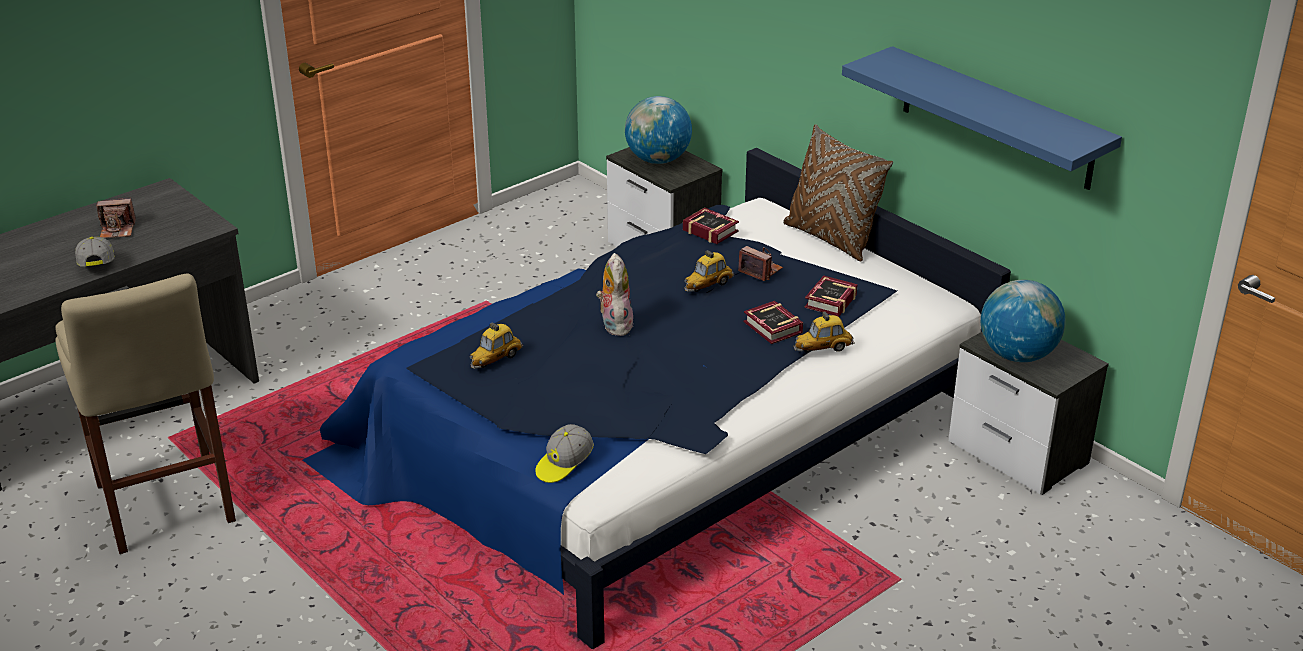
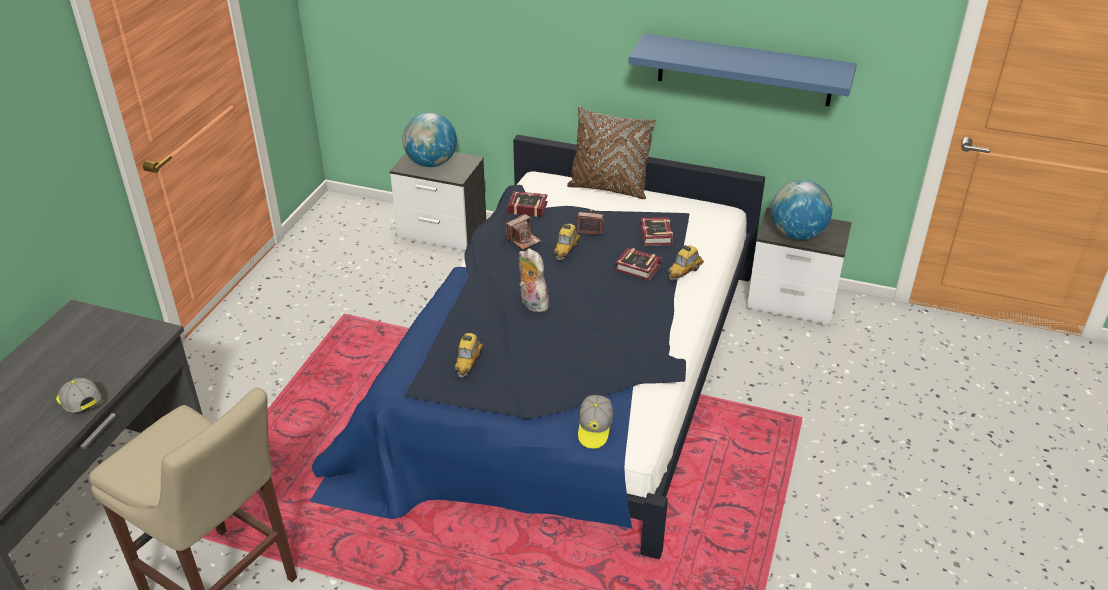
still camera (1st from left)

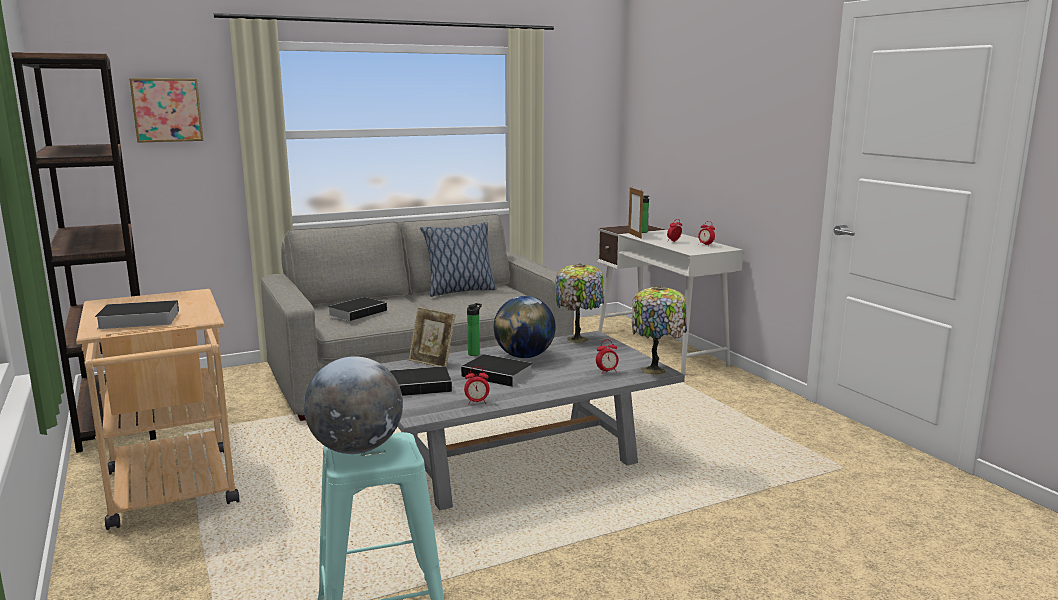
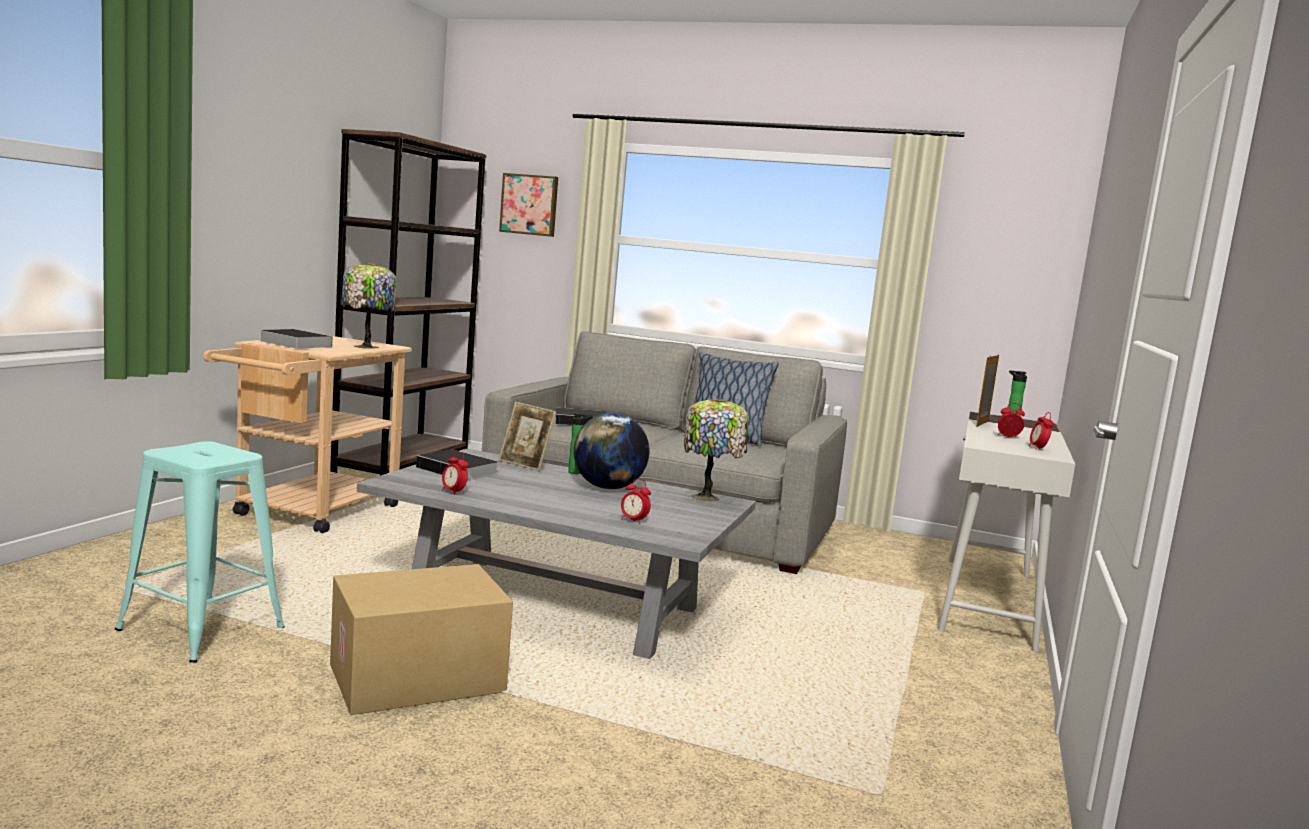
globe (1st from left in the first image); photo frame (1st from left); book (4th from left in the first image); table lamp (1st from left); carton

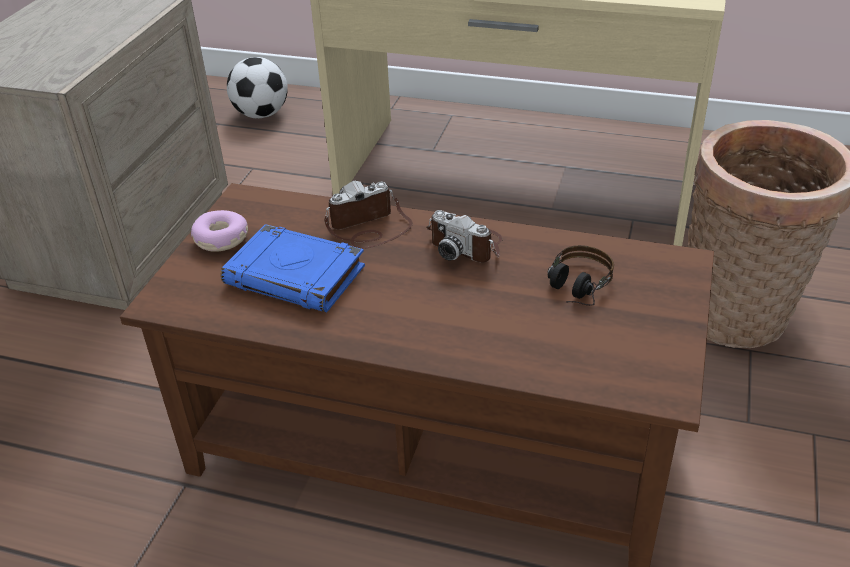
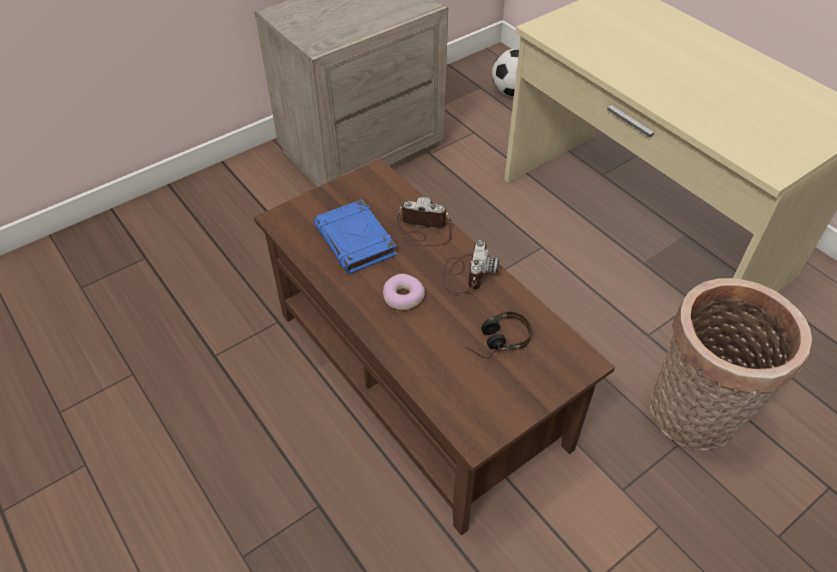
donut; still camera (2nd from left)

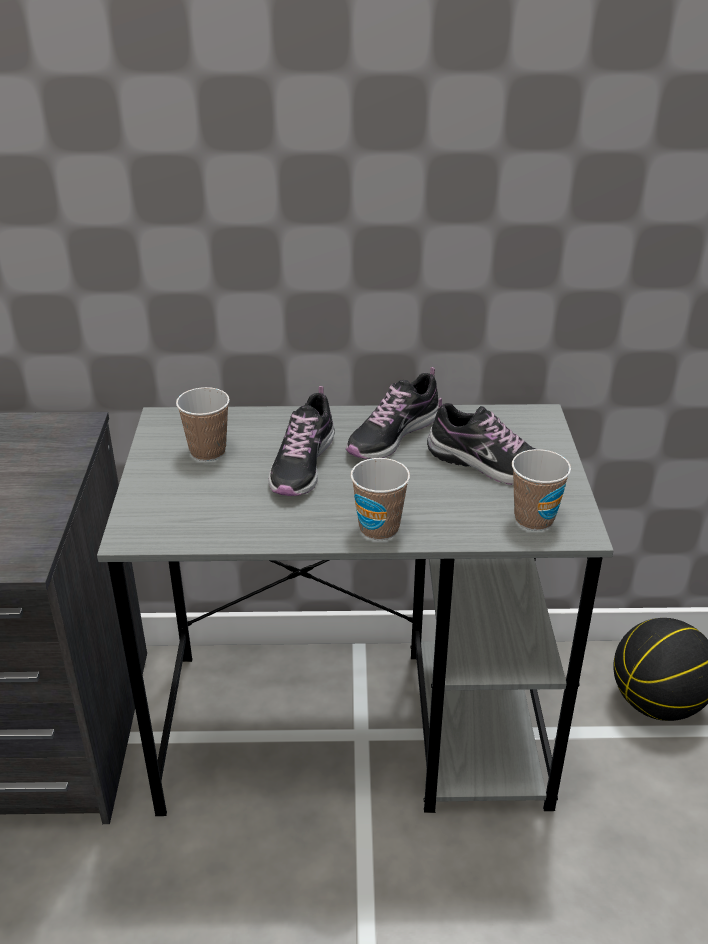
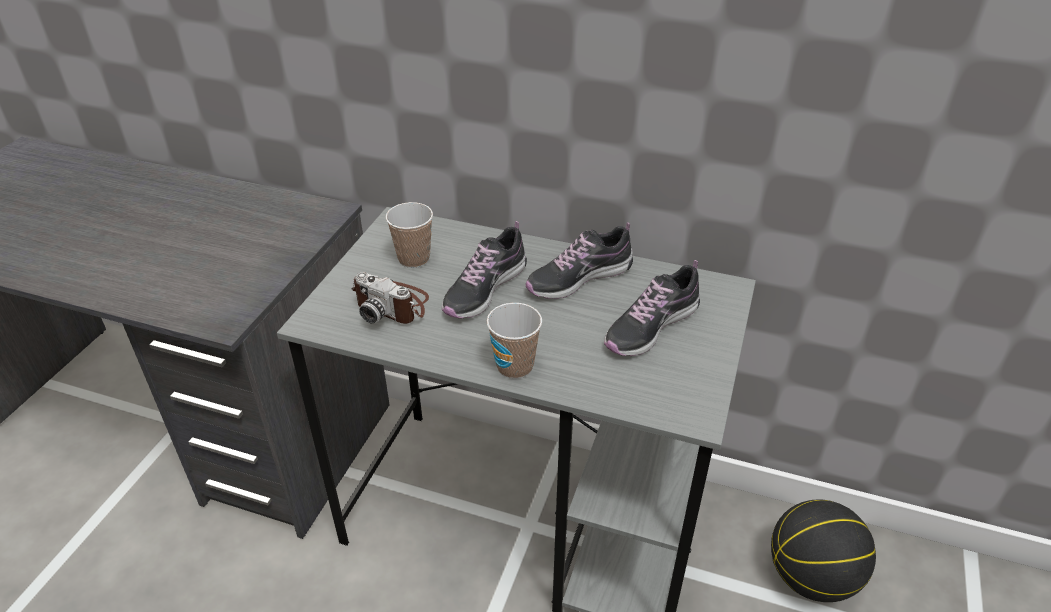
shoe (3rd from left); drinking cup (3rd from left in the first image); still camera

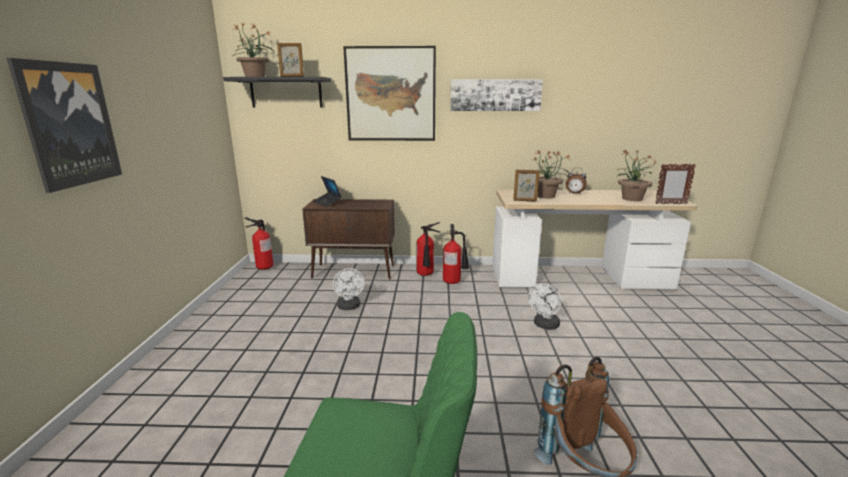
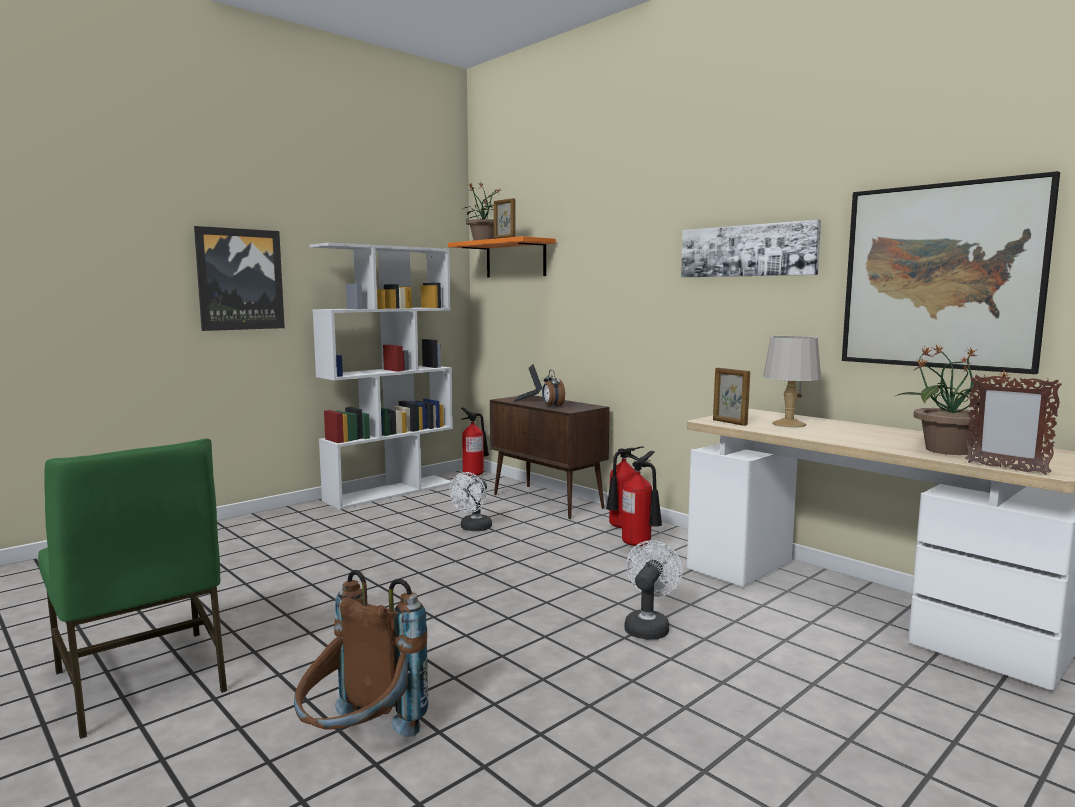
orangey wall shelf; wall art (3rd from left); whitish cooling fan (2nd from left); greyish table lamp; bedside clock; whitish bookshelf

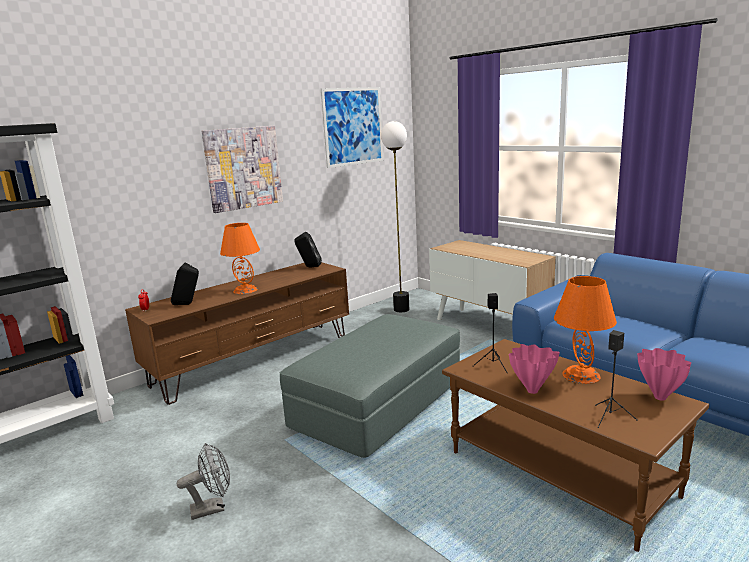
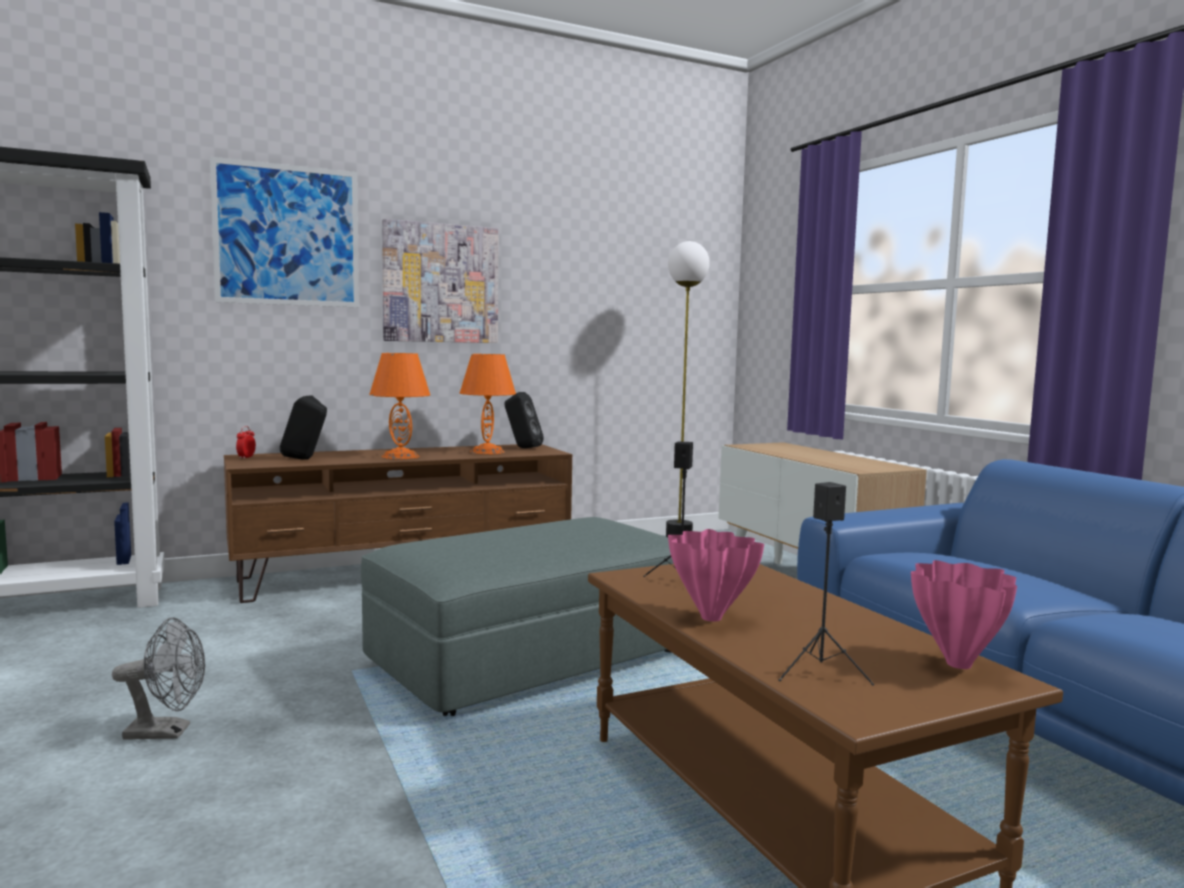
wall art (1st from left); orangey table lamp (2nd from left)

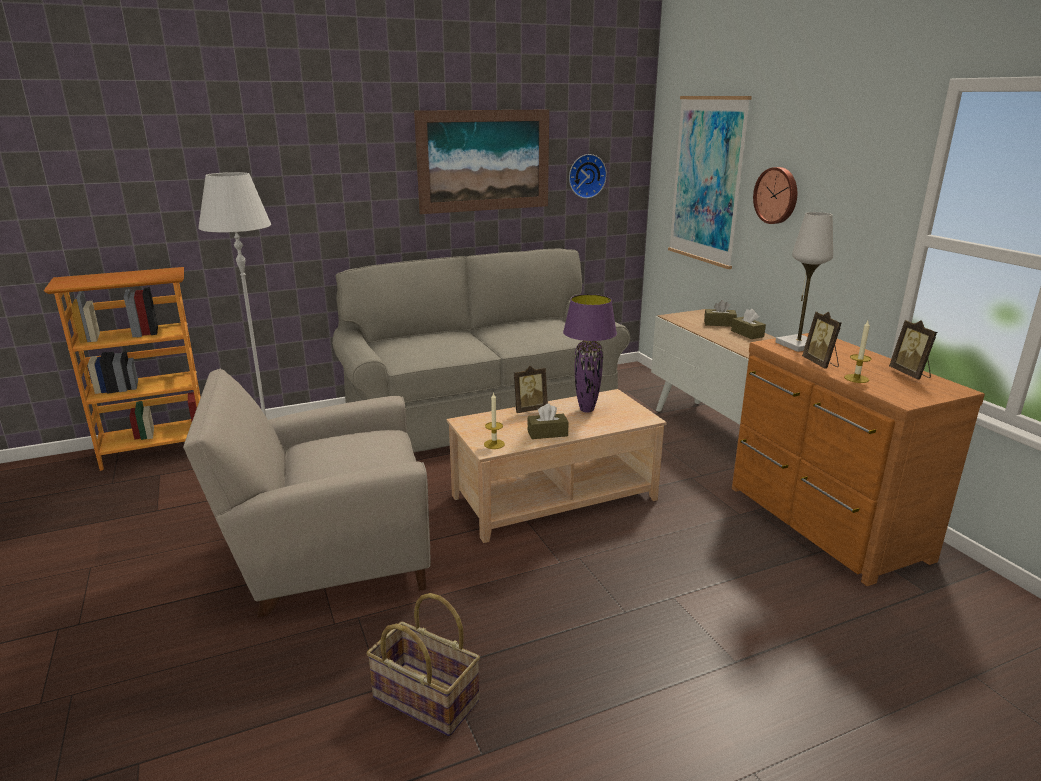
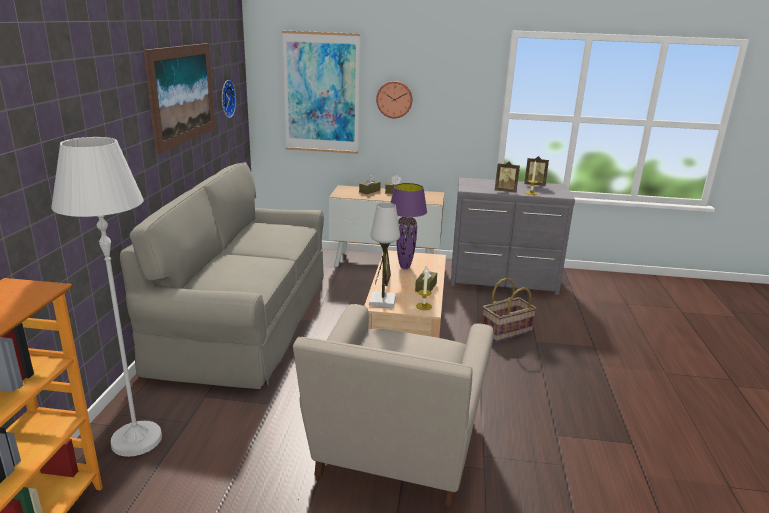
storage basket; greyish drawer chest; whitish table lamp

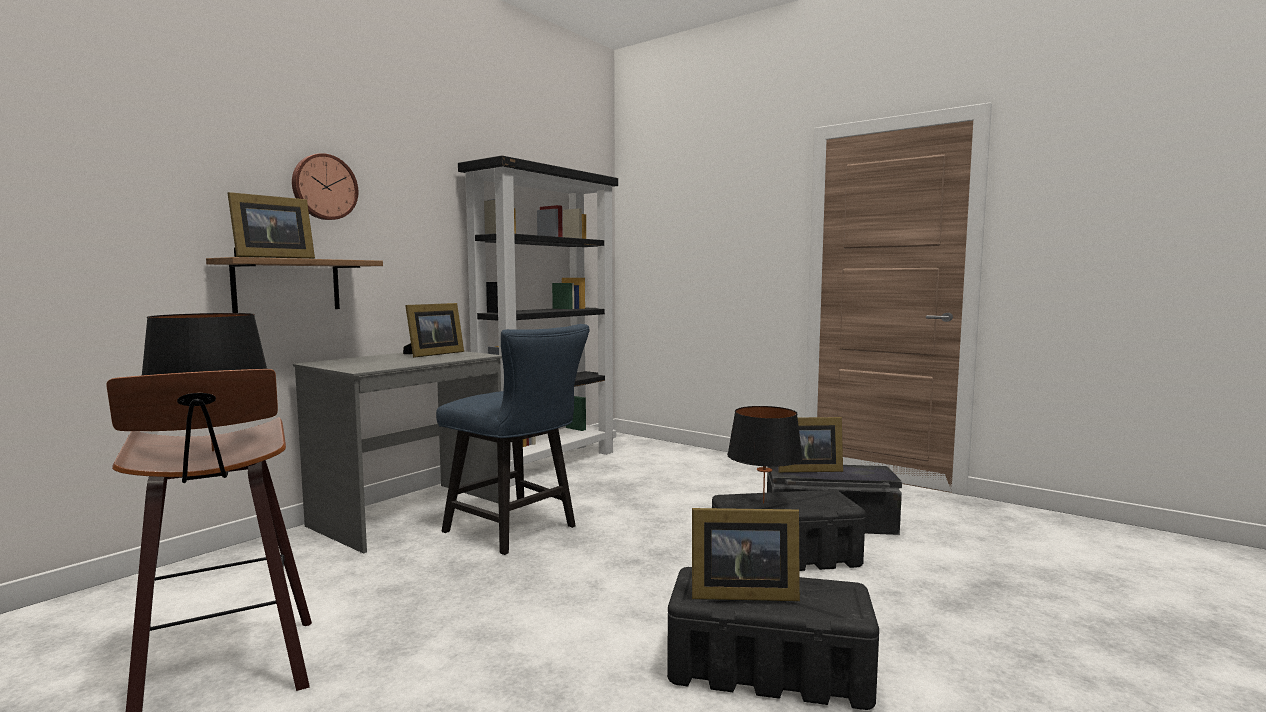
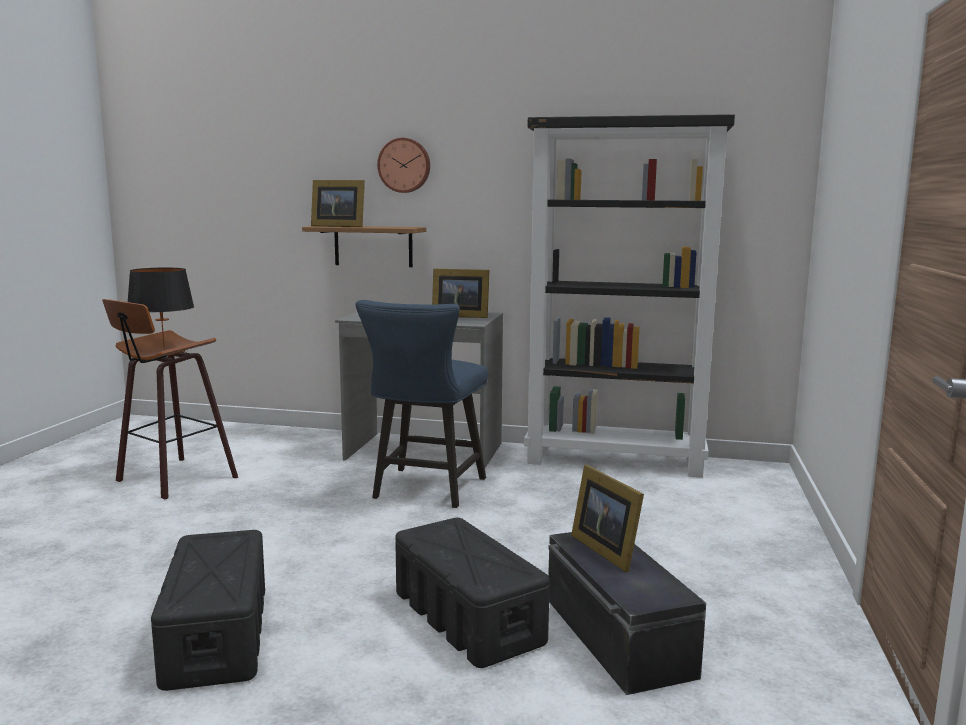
photo frame (3rd from left in the first image); black-coloured table lamp (2nd from left in the first image)

